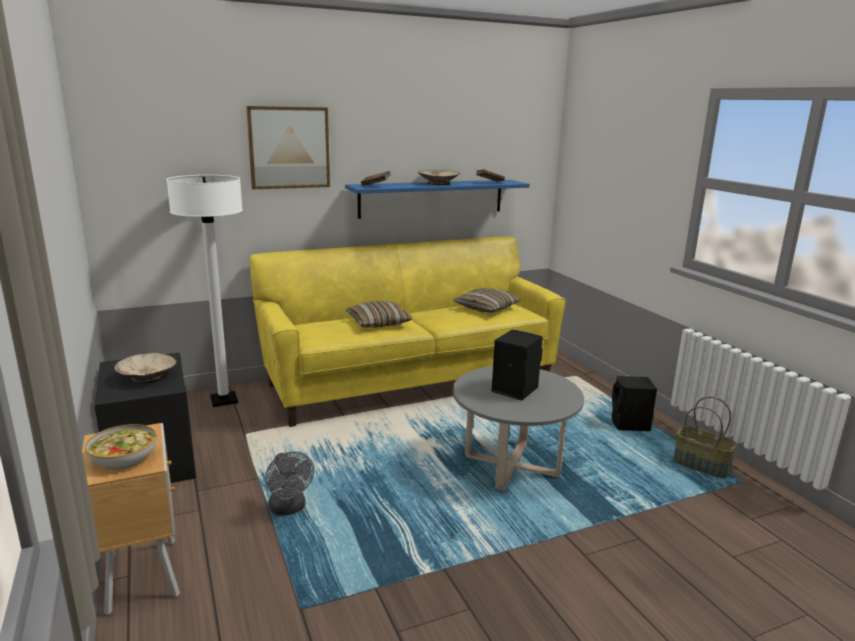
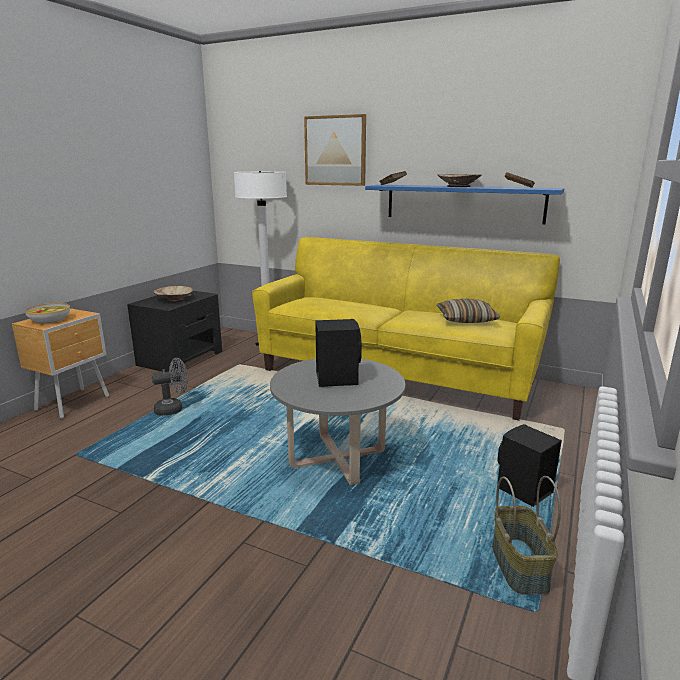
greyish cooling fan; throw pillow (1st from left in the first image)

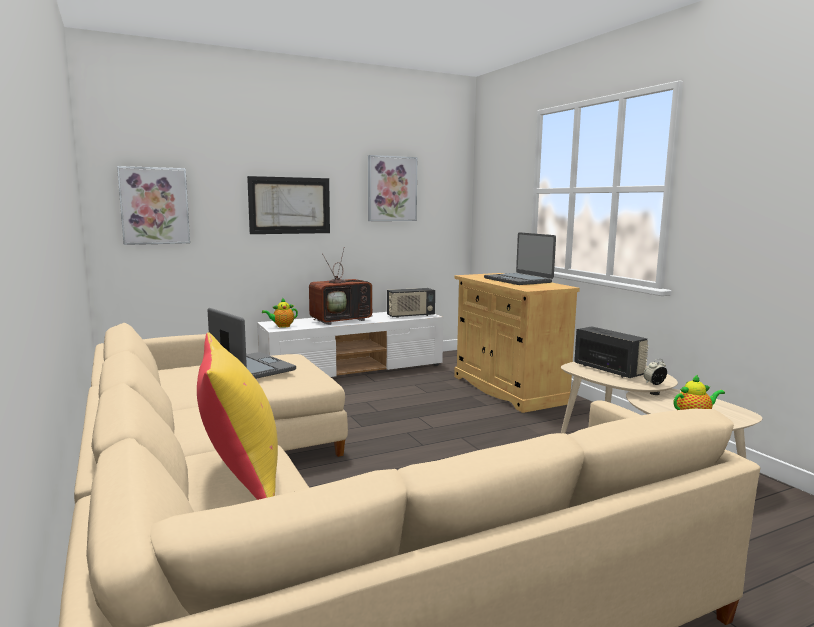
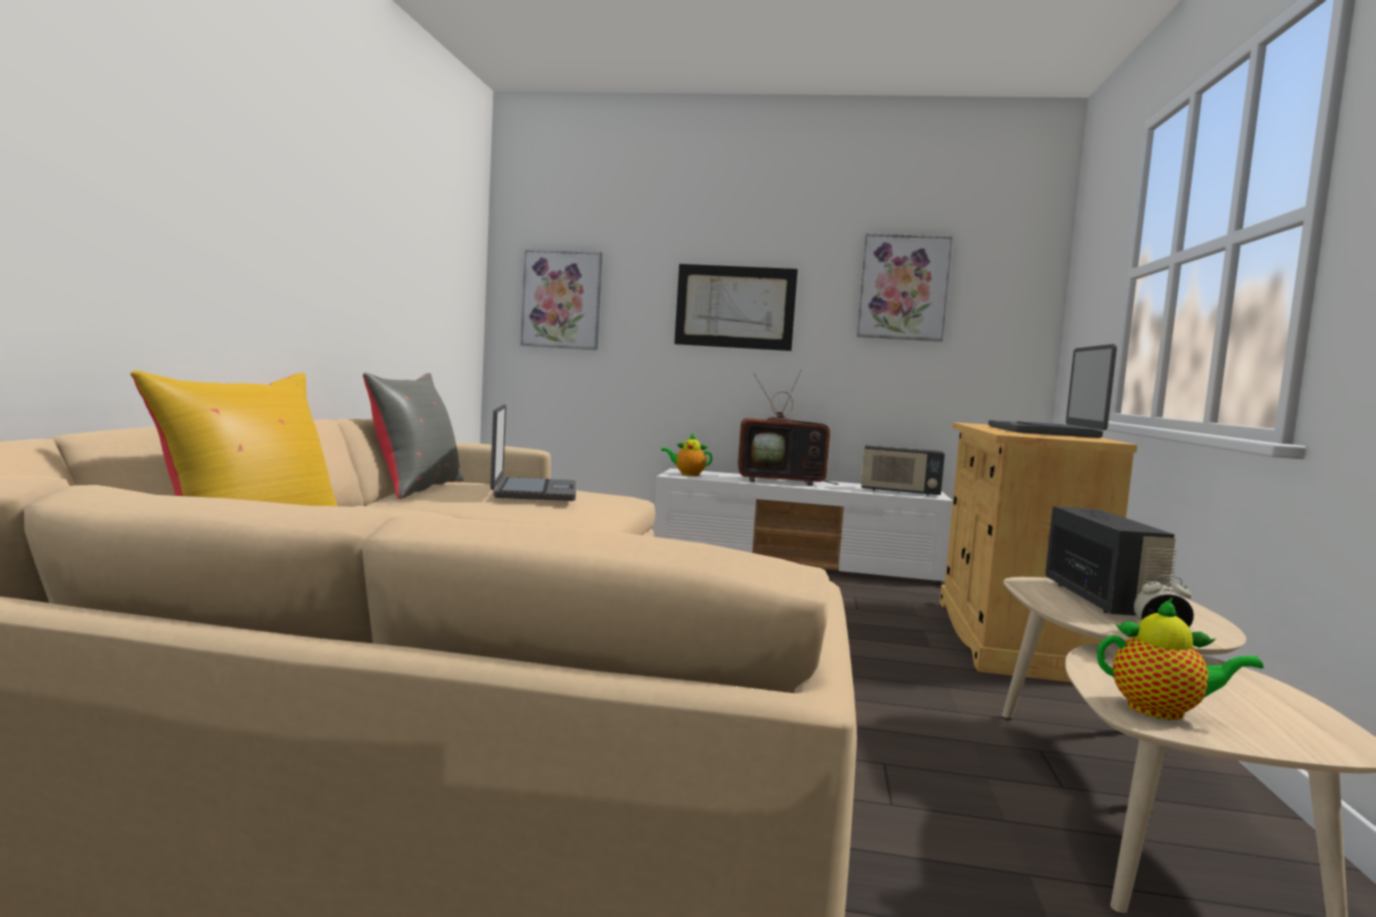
greyish throw pillow

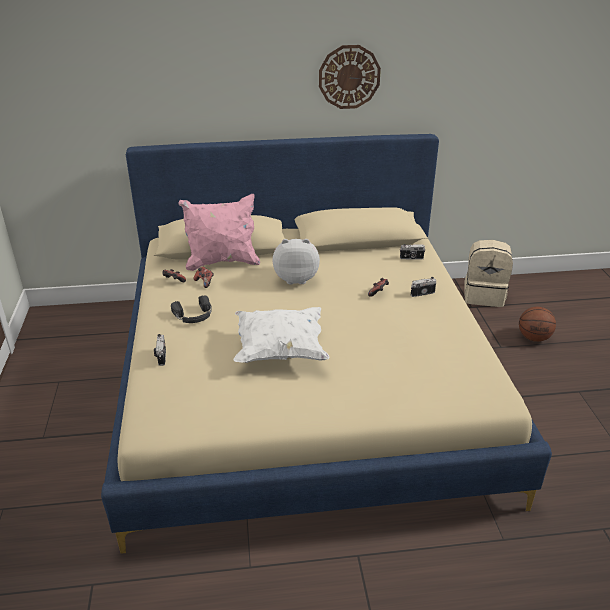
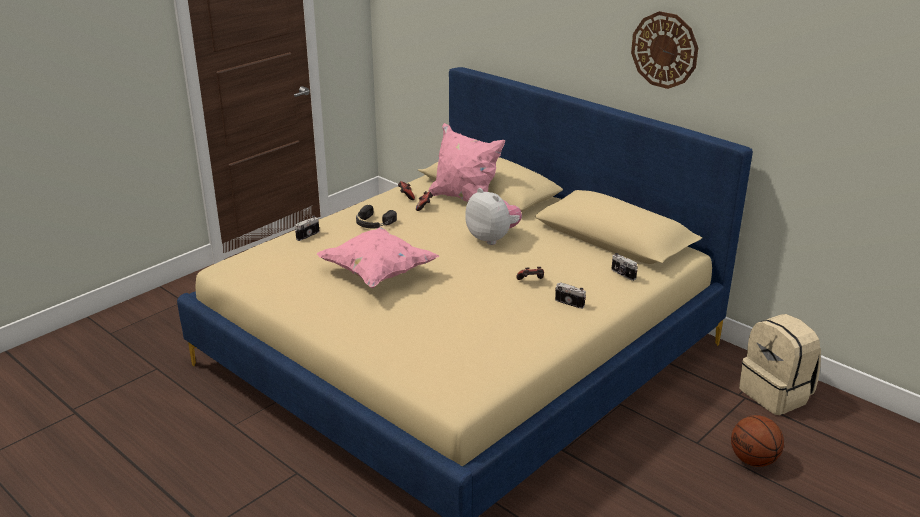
pinkish throw pillow (1st from left)

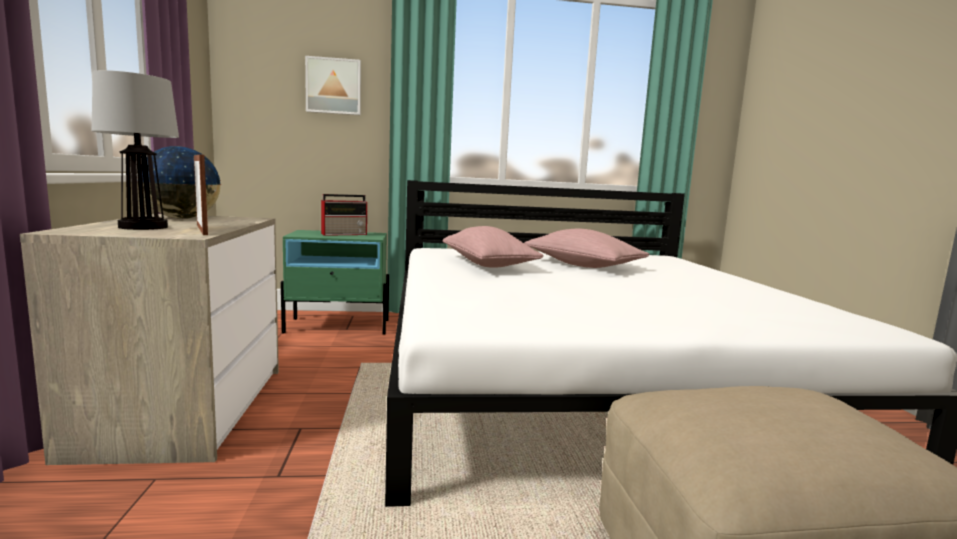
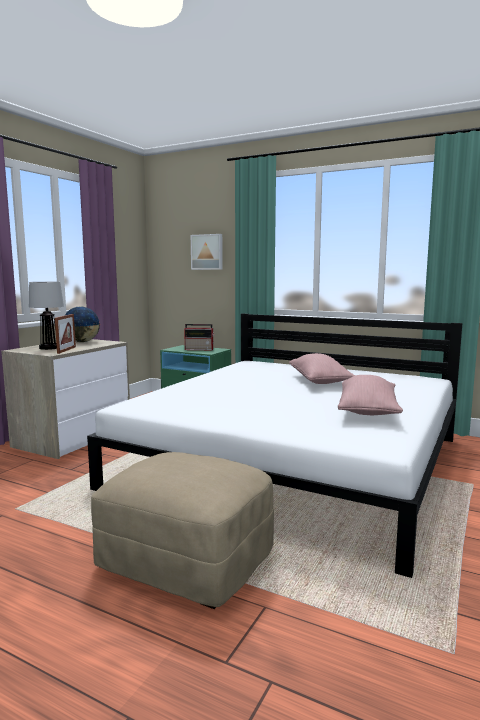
pinkish throw pillow (2nd from left)

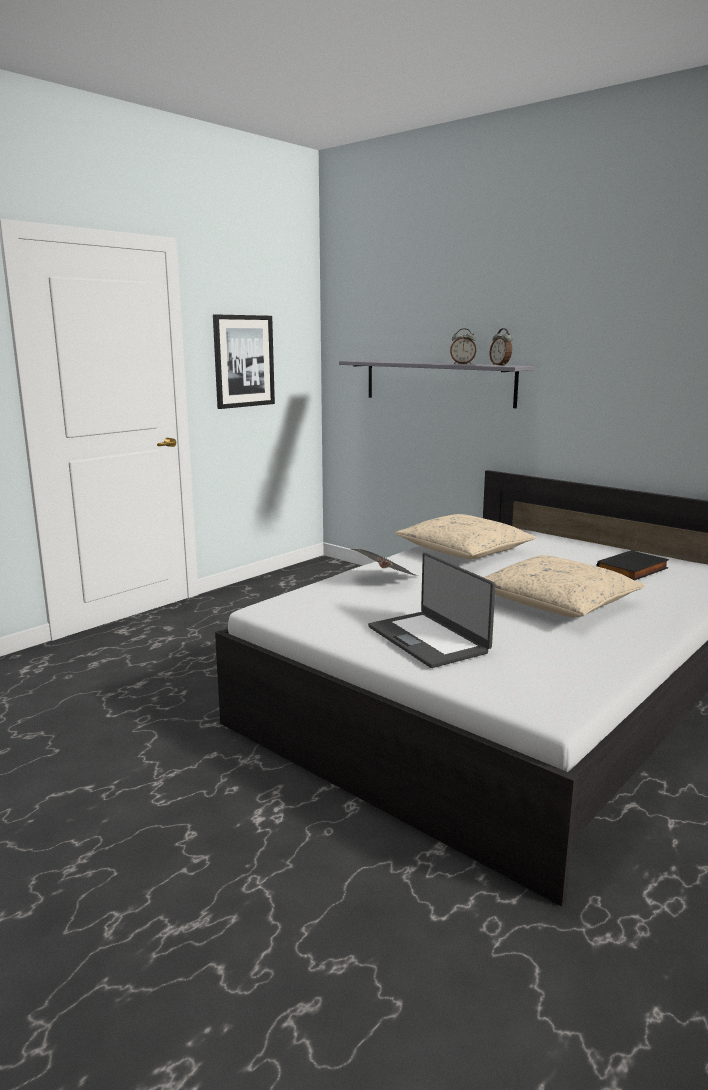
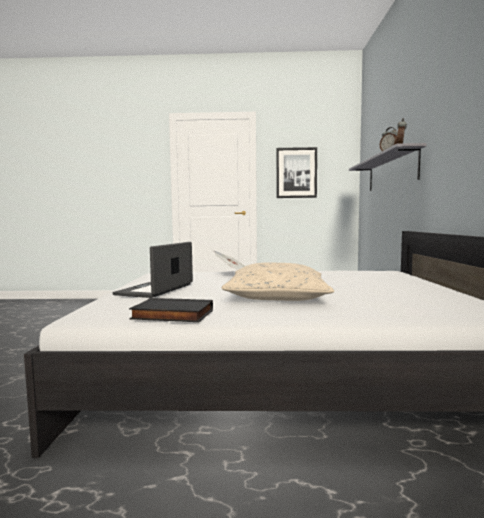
sand-coloured throw pillow (1st from left in the first image); black-coloured book

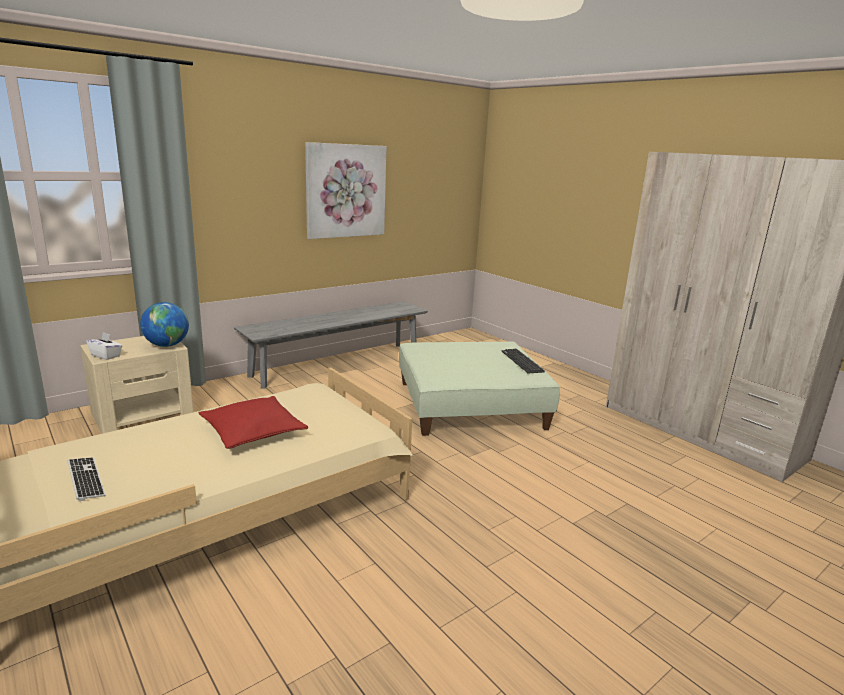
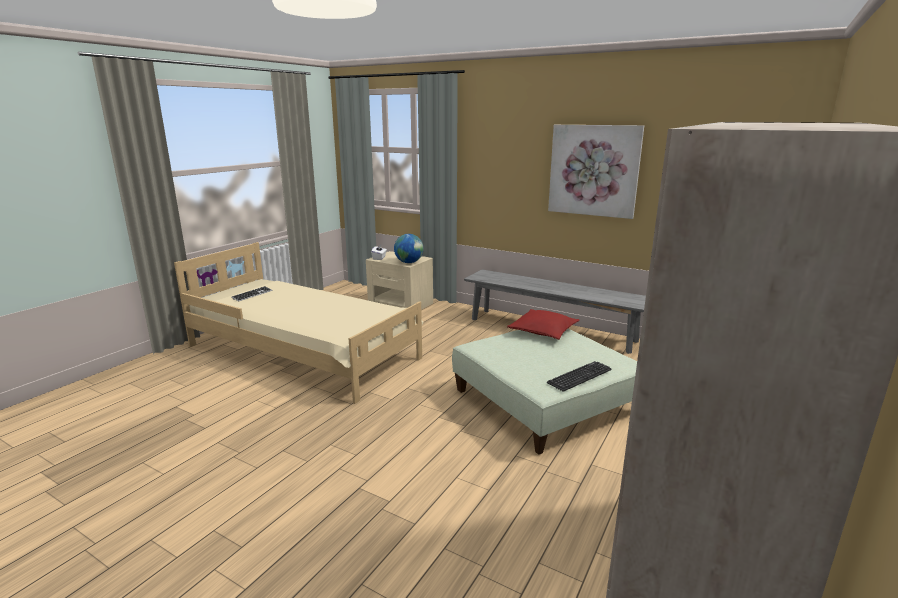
reddish throw pillow

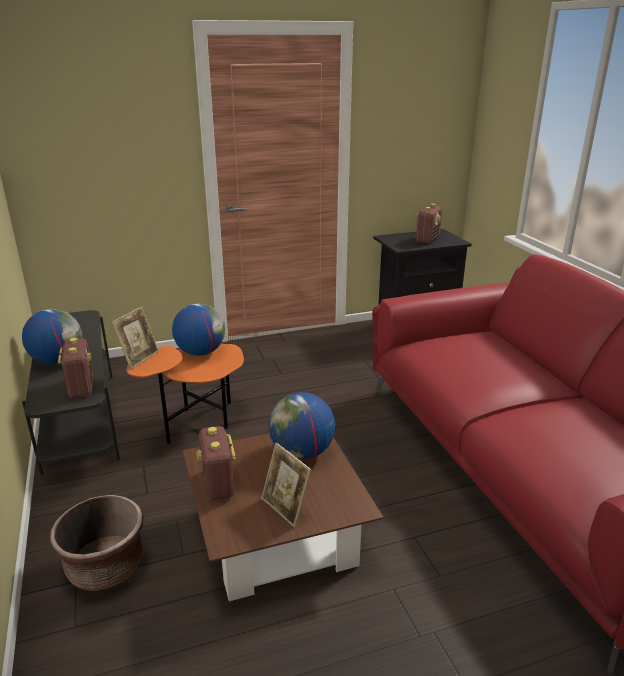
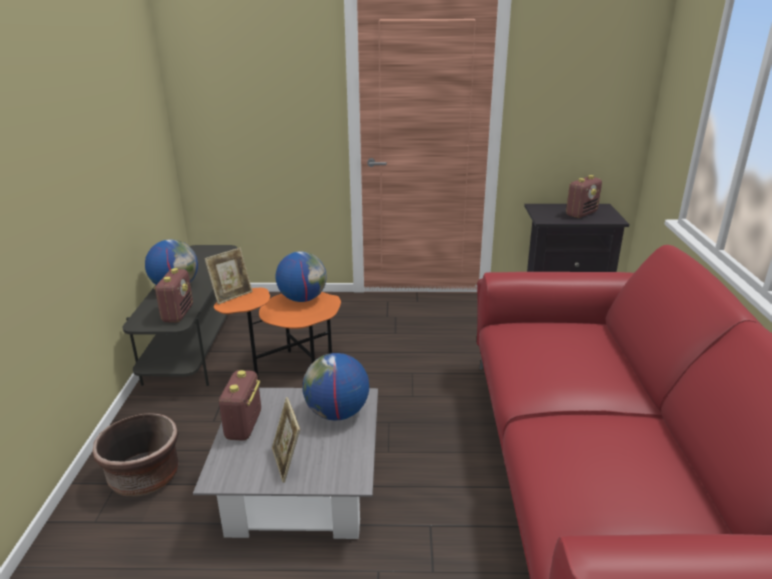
greyish low table

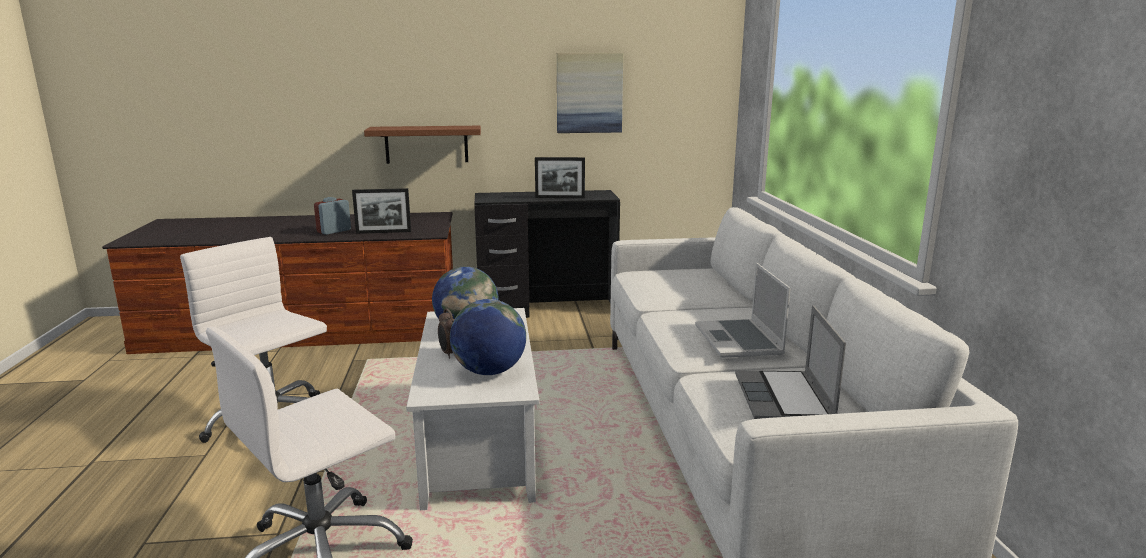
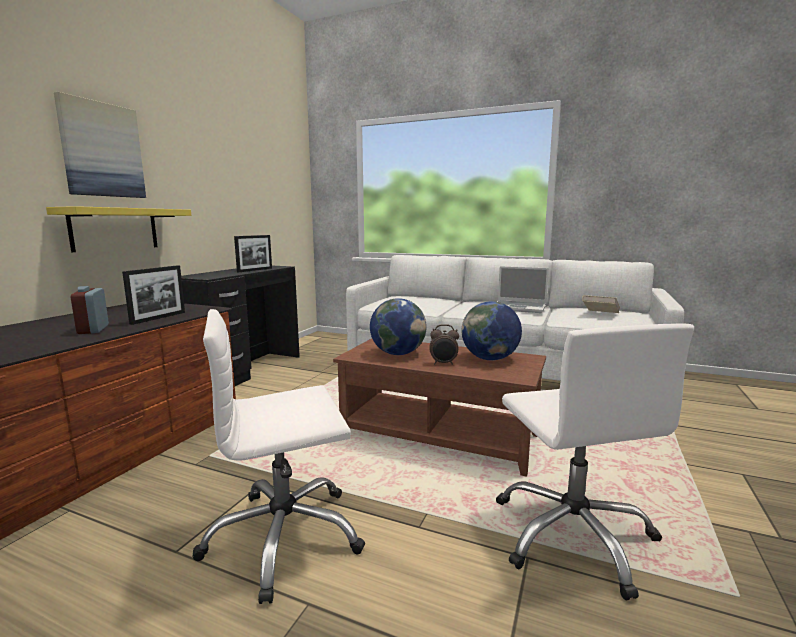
yellowish wall shelf; brown-coloured low table; wall art; sand-coloured book

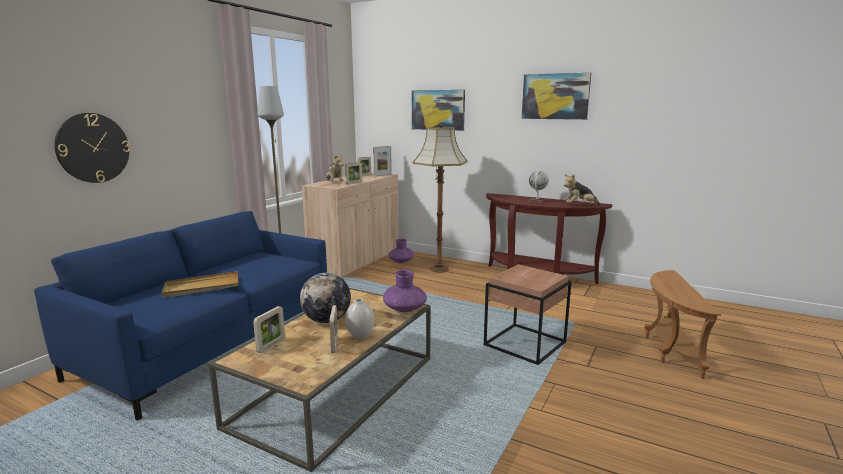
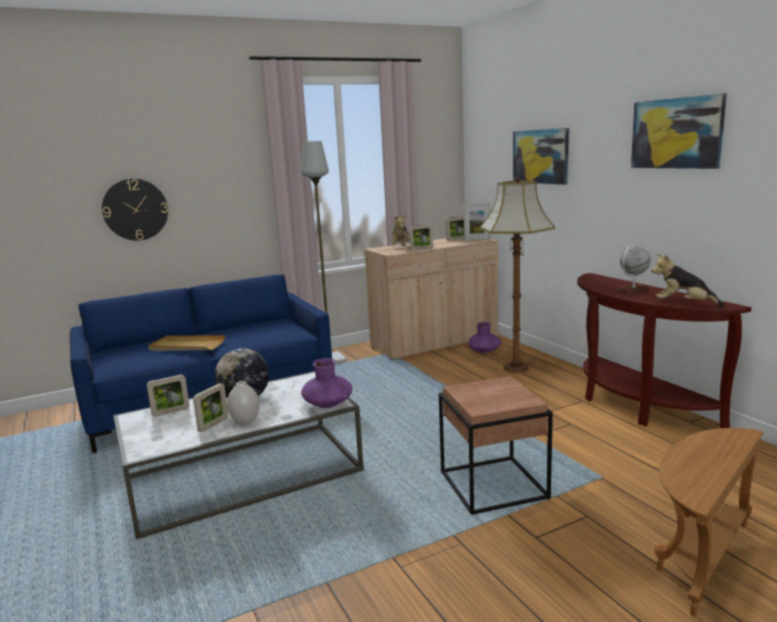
whitish low table

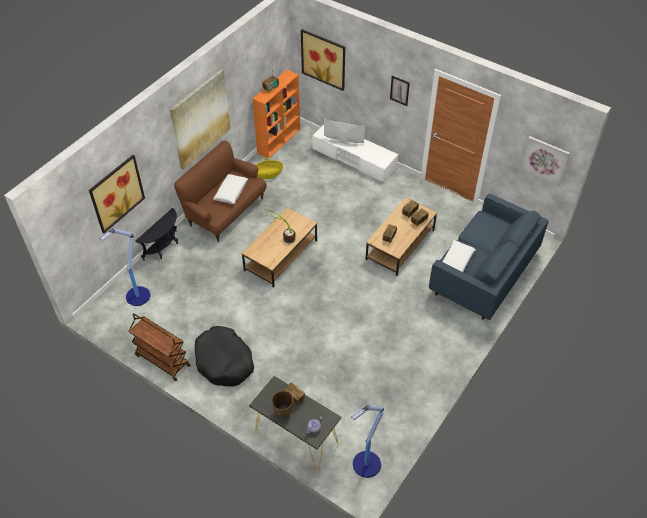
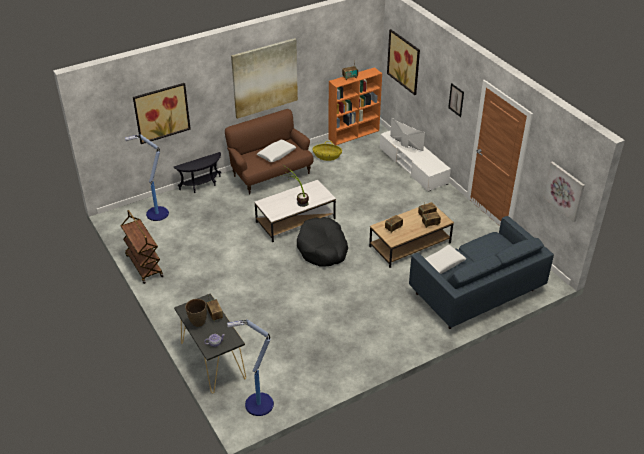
black-coloured dog cushion; whitish low table

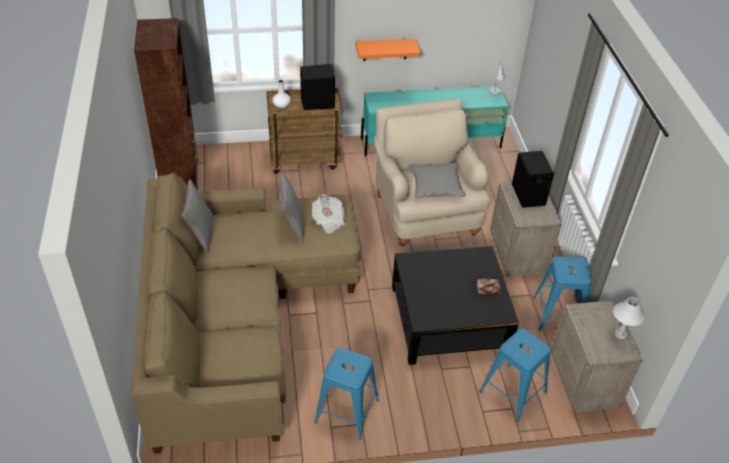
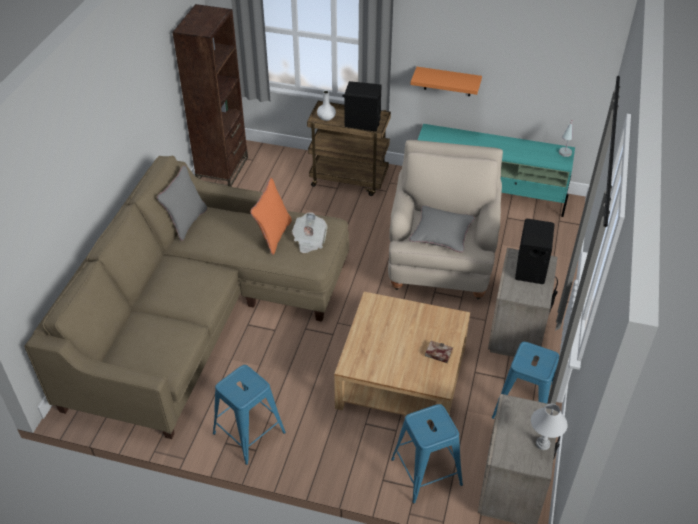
orangey throw pillow; sand-coloured low table

